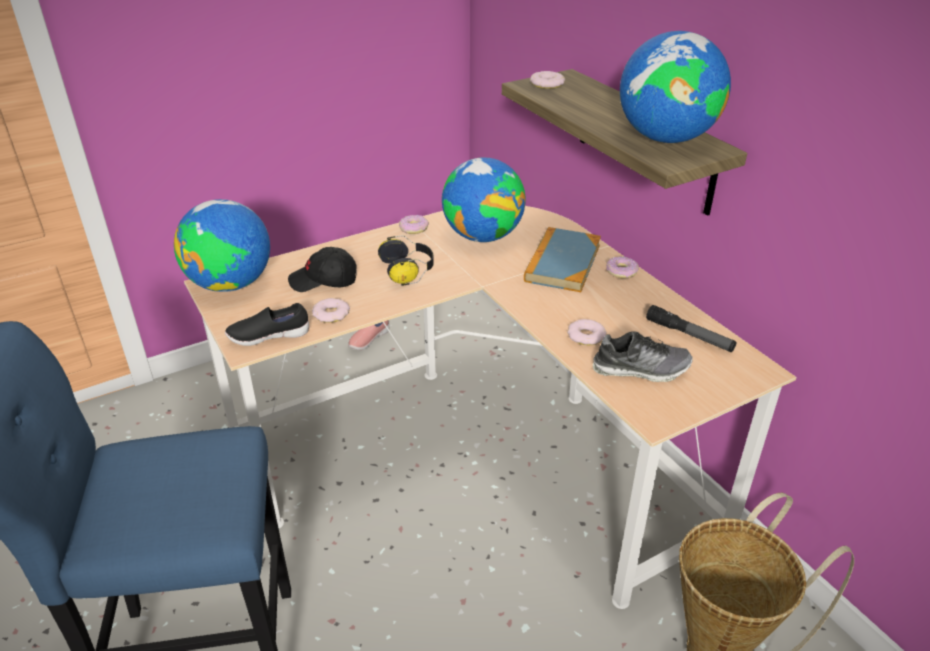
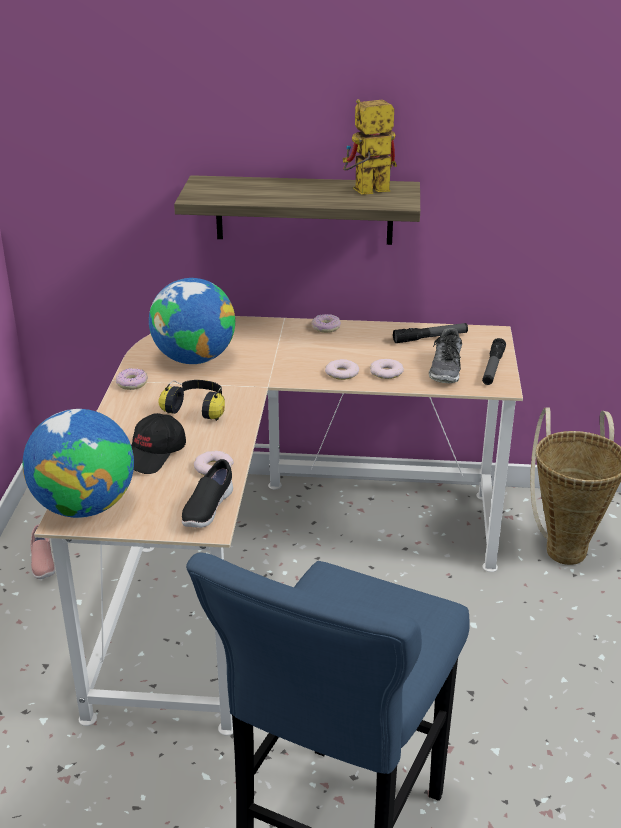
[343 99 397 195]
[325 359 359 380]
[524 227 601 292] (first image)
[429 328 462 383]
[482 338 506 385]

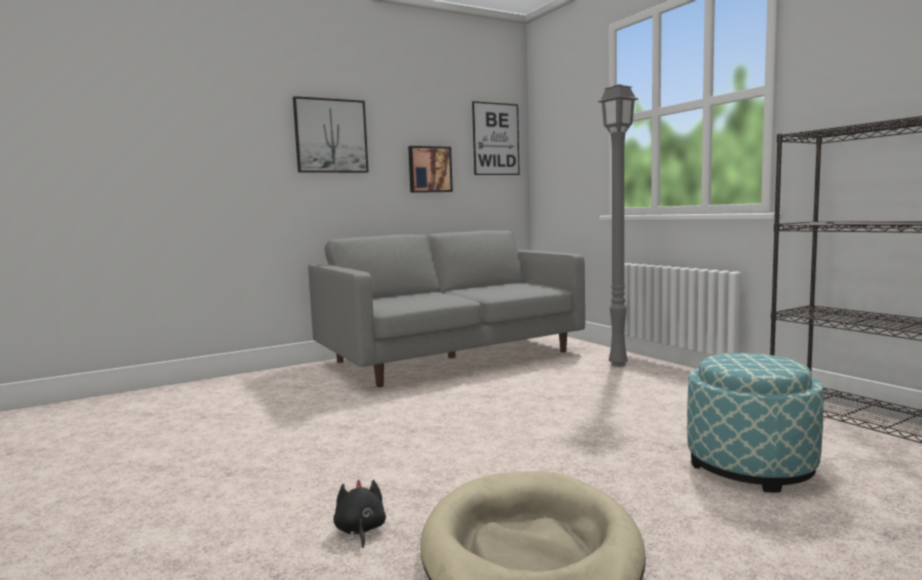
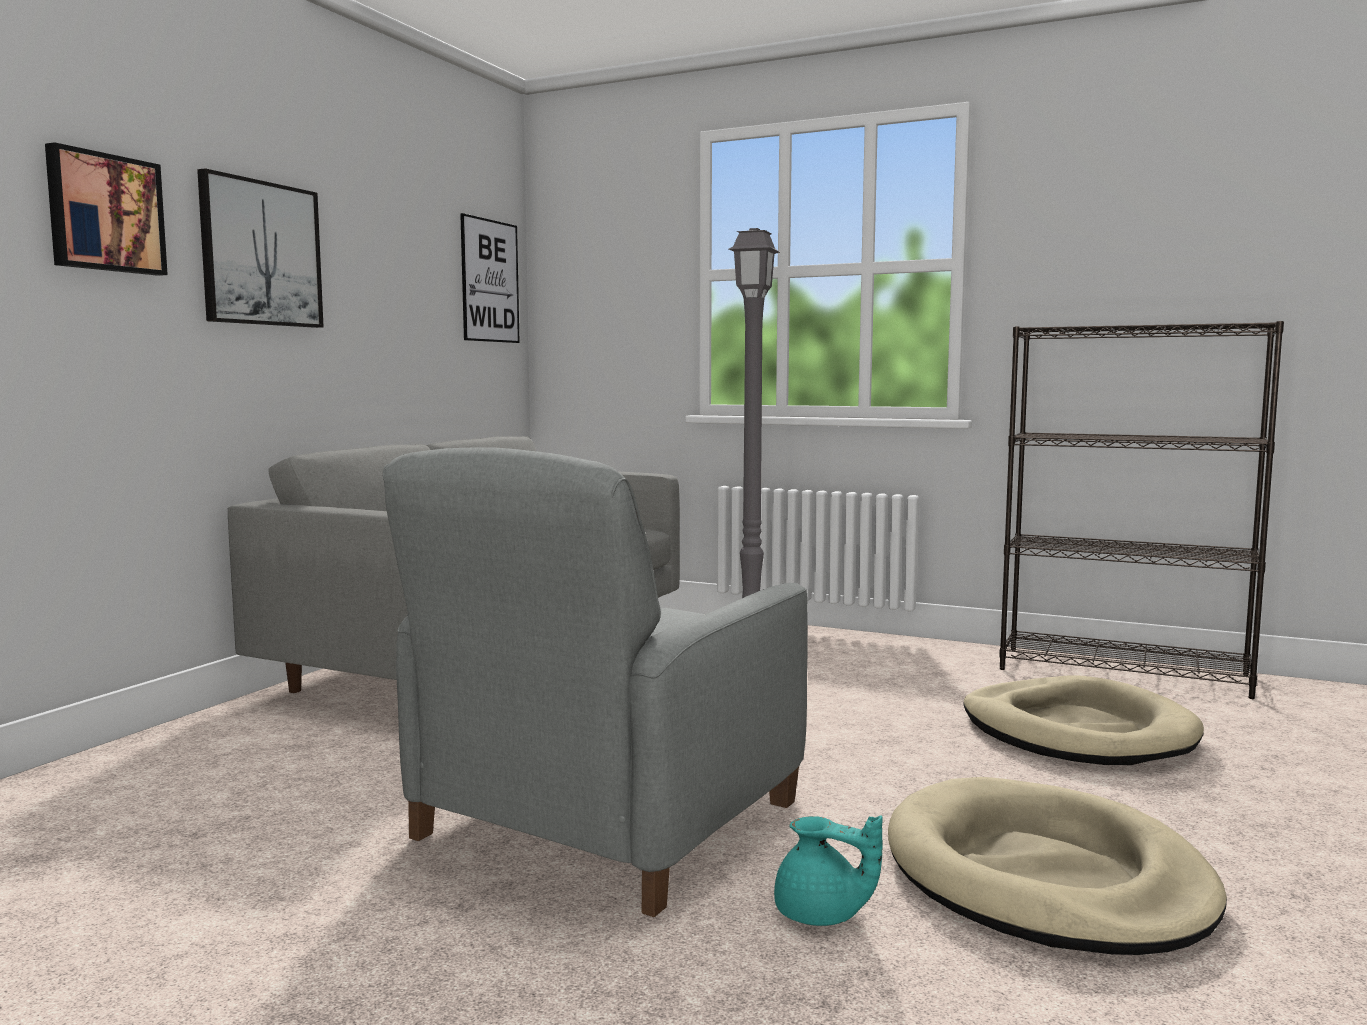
[45 142 168 276]
[963 676 1204 765]
[774 816 883 926]
[383 447 808 917]

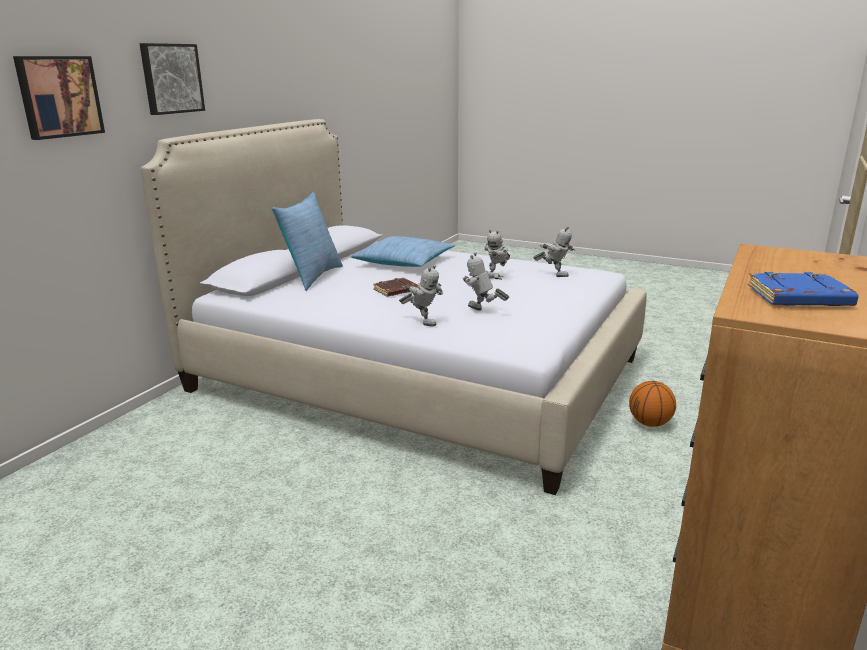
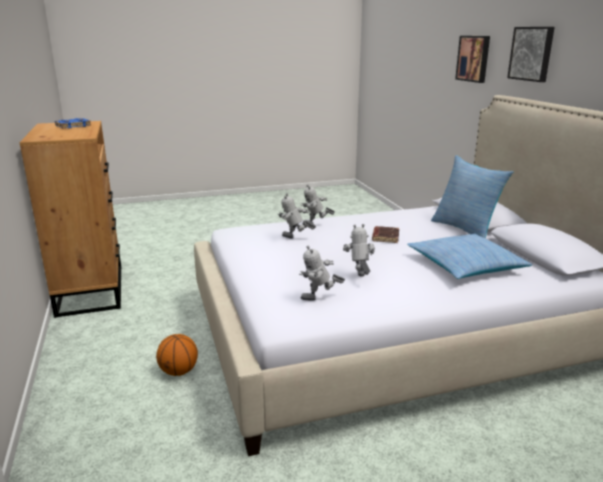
[277 193 316 238]

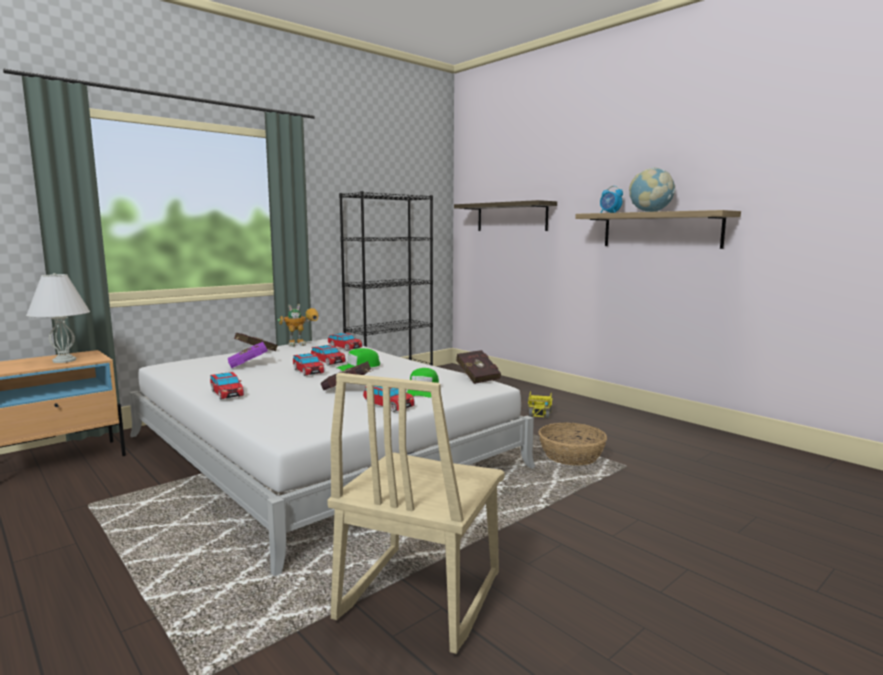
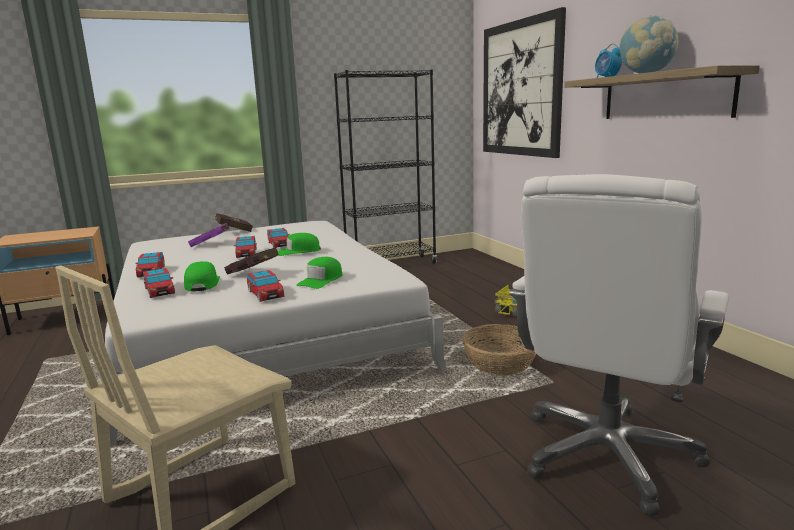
[483 7 566 158]
[26 273 90 363] (first image)
[278 304 319 347] (first image)
[143 268 175 298]
[456 350 501 384] (first image)
[509 174 729 516]
[184 261 220 291]

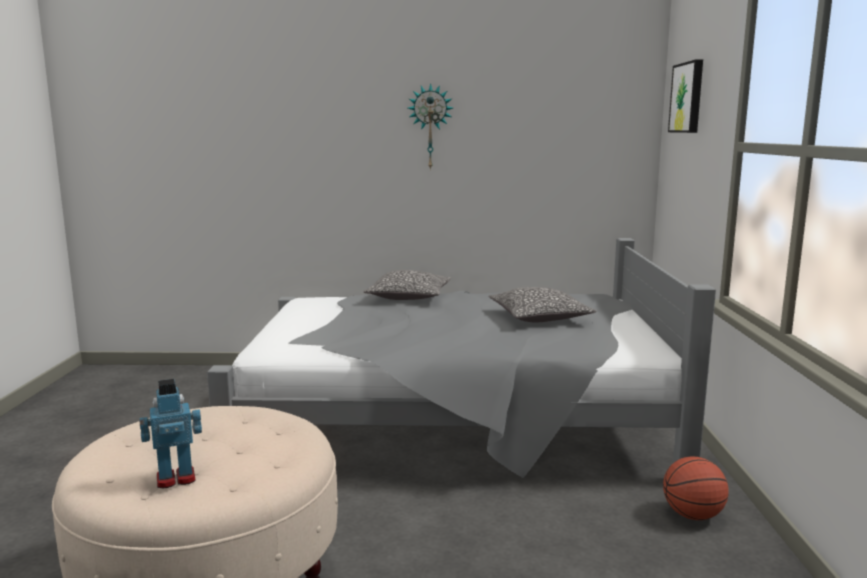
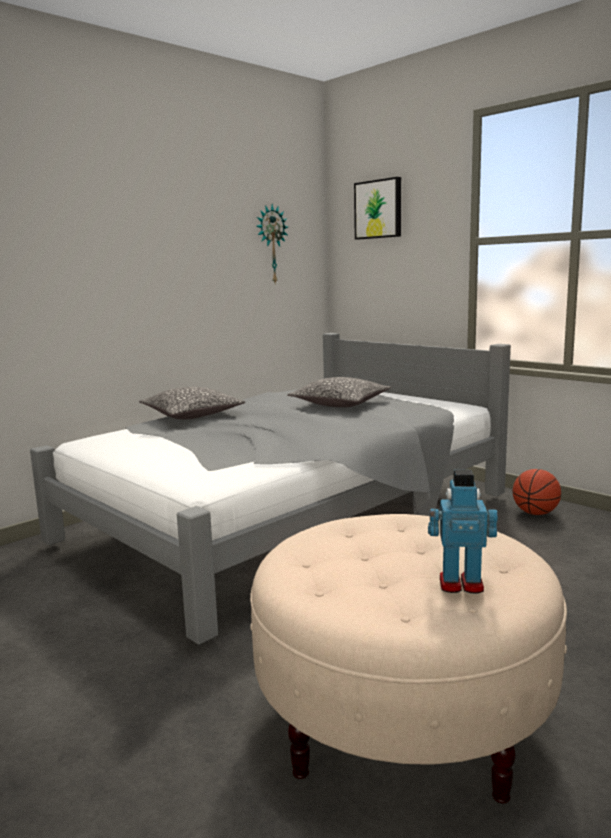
[257 204 288 283]
[428 470 498 594]

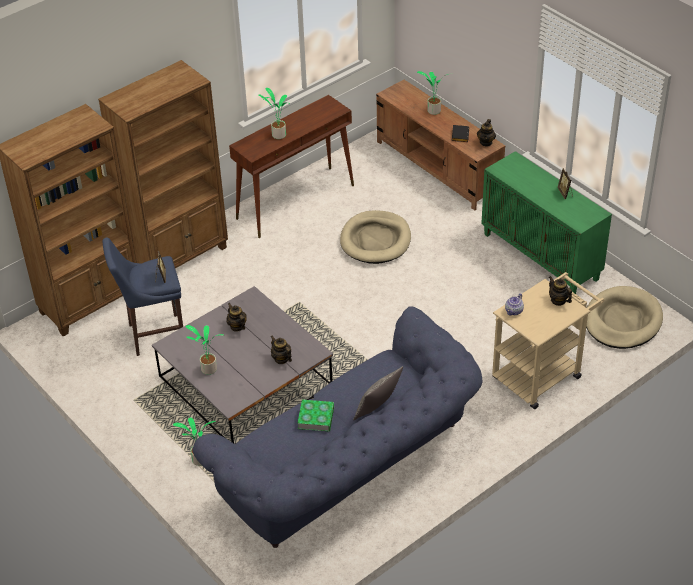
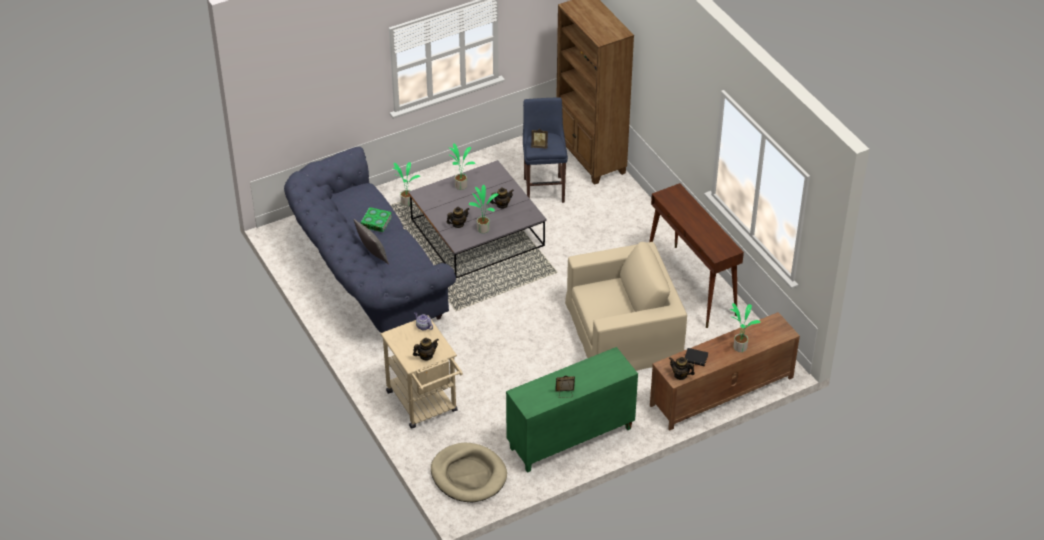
[98 60 228 268] (first image)
[469 185 499 233]
[565 242 687 371]

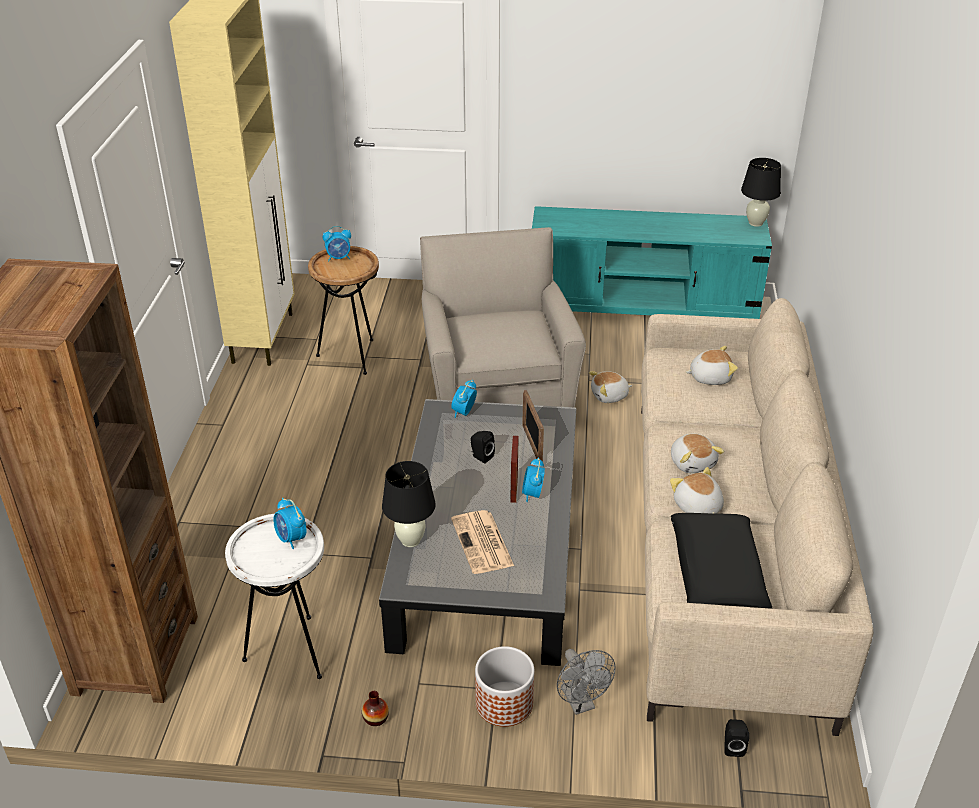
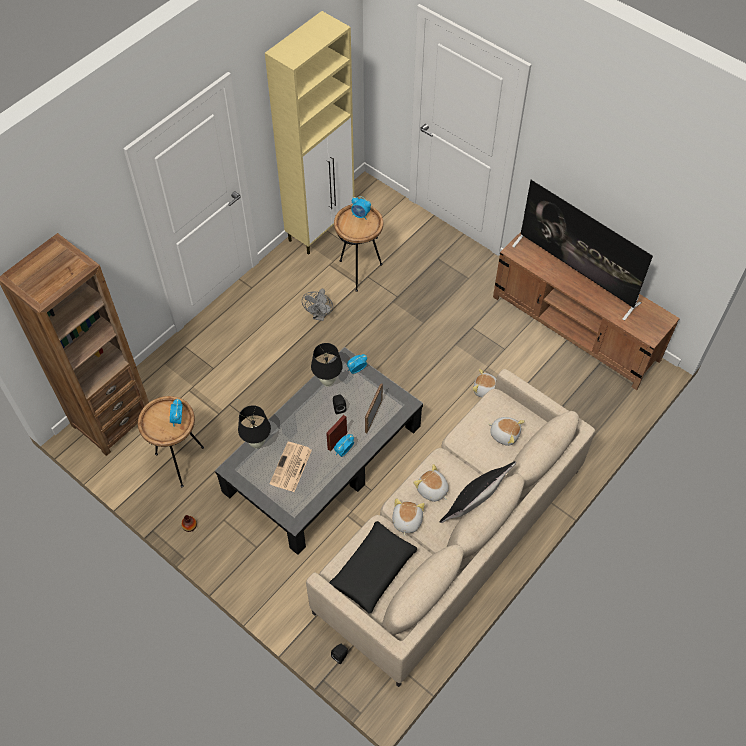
[311 343 343 387]
[493 232 680 390]
[420 227 586 407] (first image)
[413 464 449 502]
[138 396 204 487]
[475 646 534 727] (first image)
[302 289 333 321]
[512 180 653 321]
[440 461 516 523]

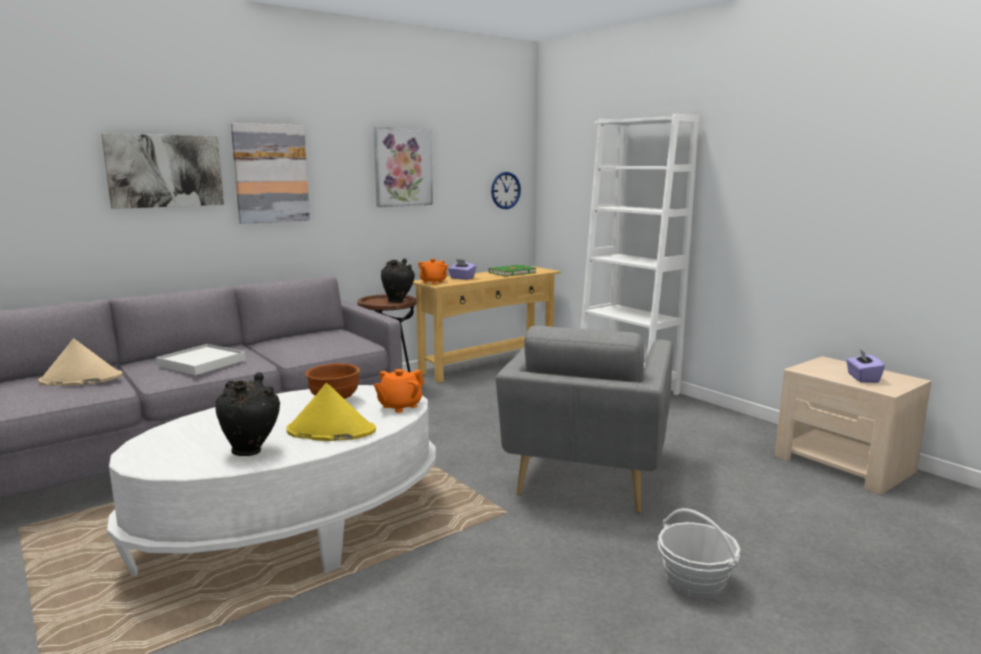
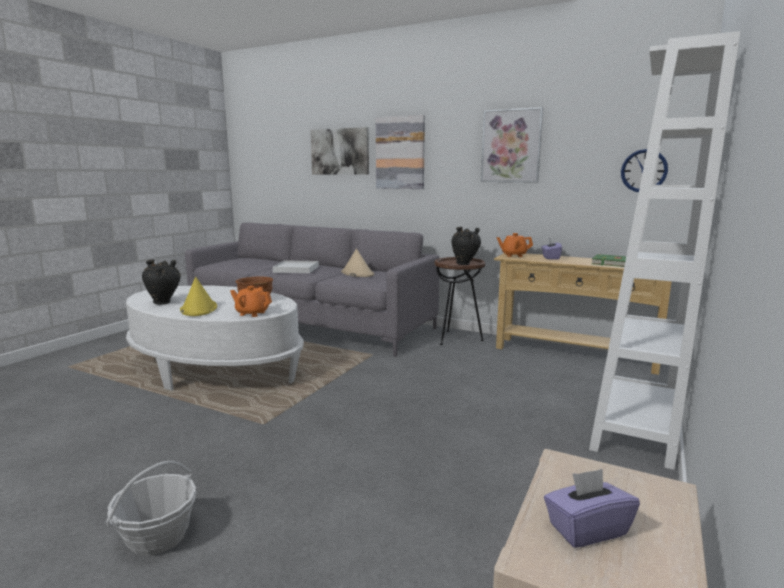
[496 326 673 513] (first image)
[341 249 374 277]

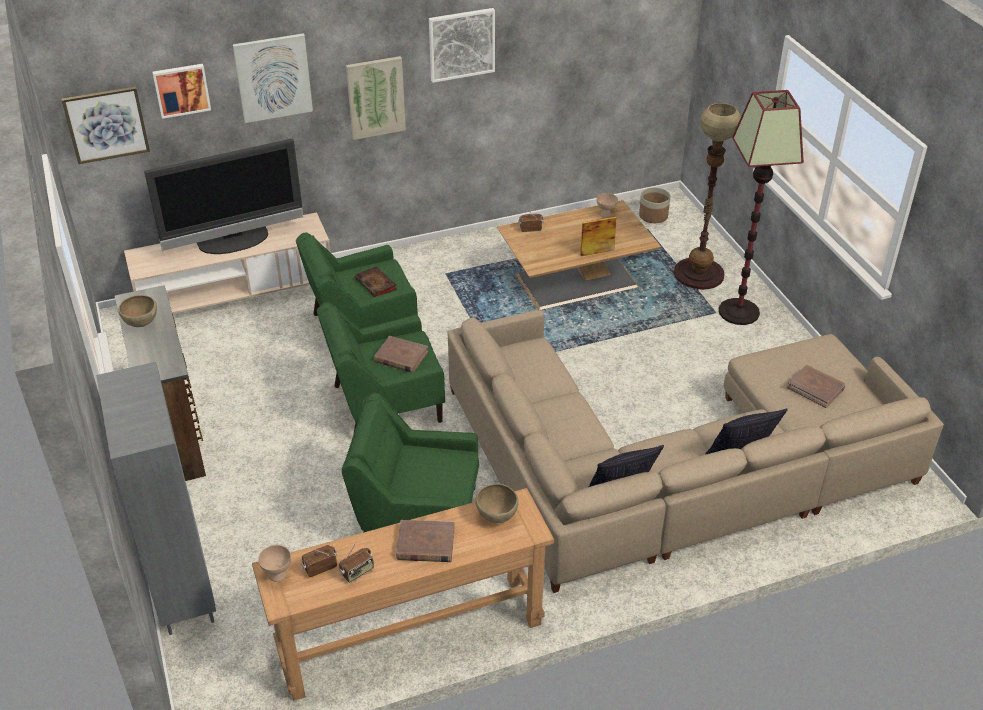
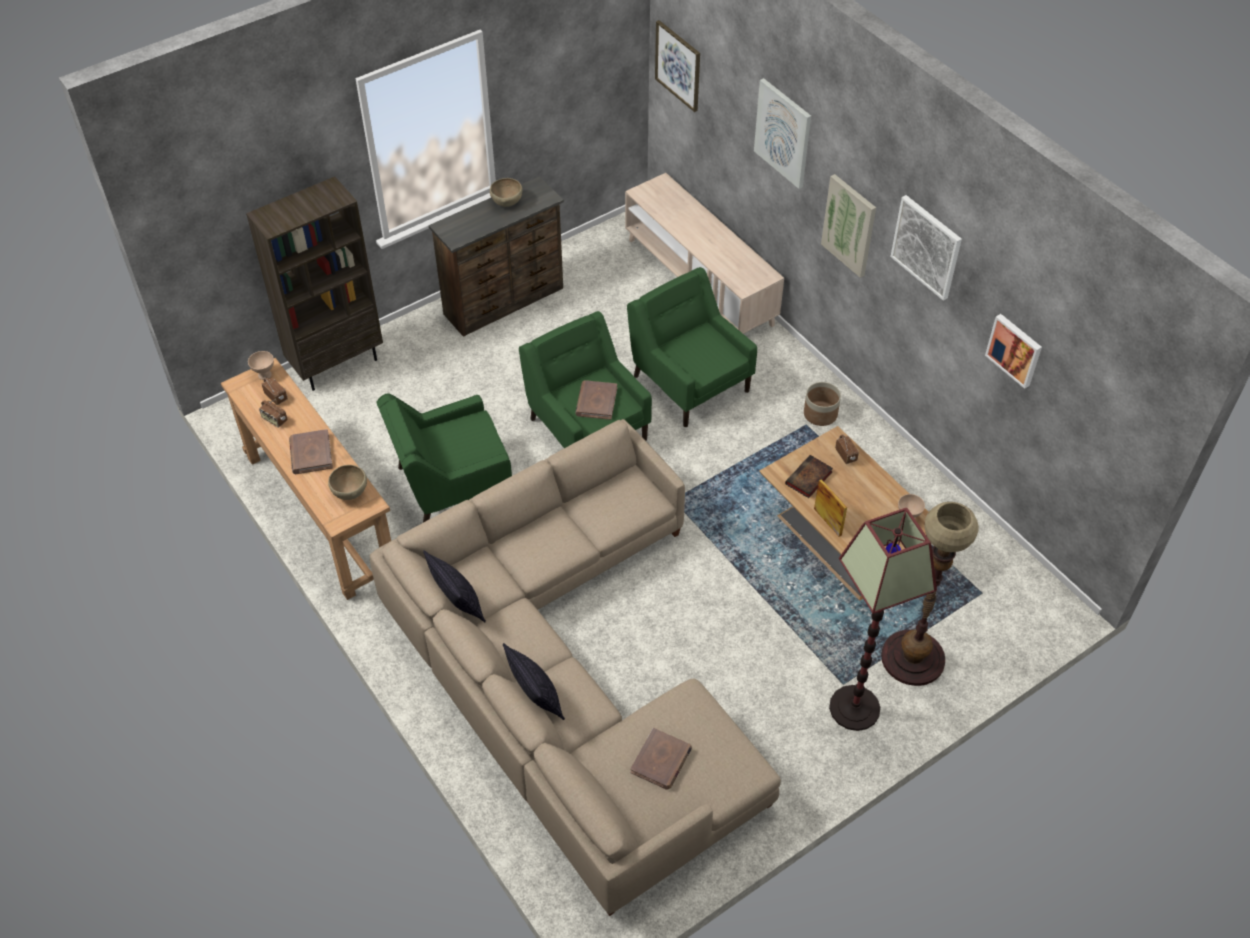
[985 314 1042 389]
[144 138 303 254] (first image)
[804 382 841 426]
[785 455 833 498]
[246 177 383 391]
[376 394 512 523]

